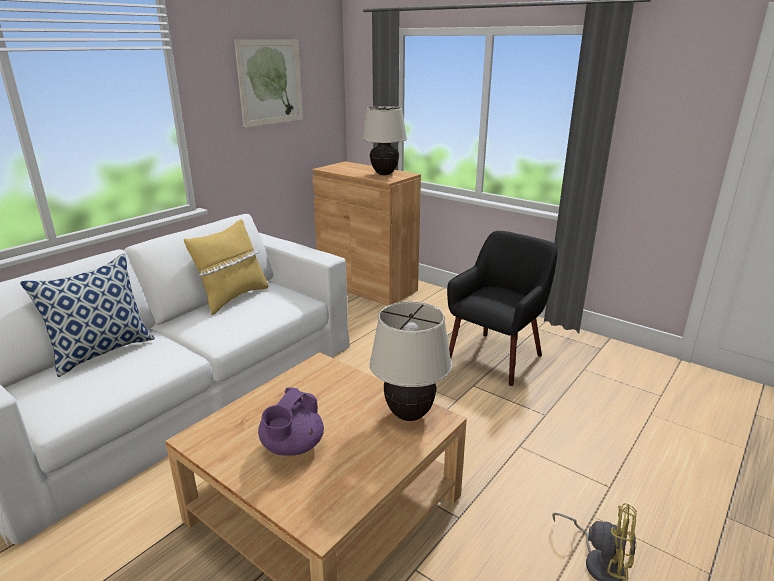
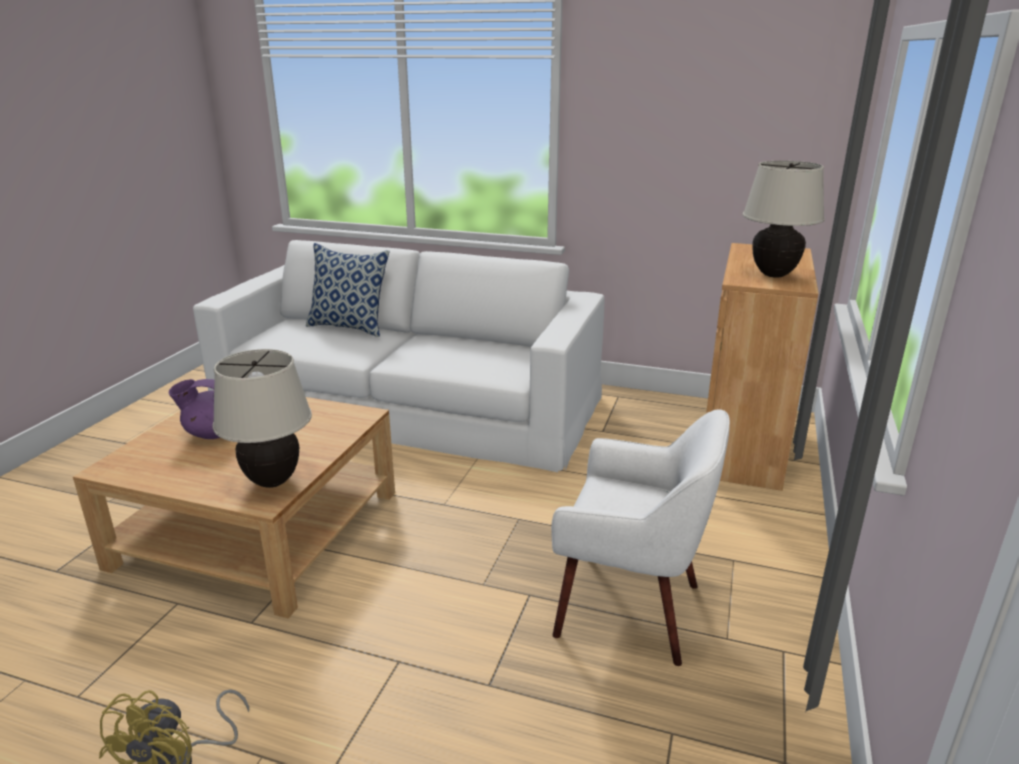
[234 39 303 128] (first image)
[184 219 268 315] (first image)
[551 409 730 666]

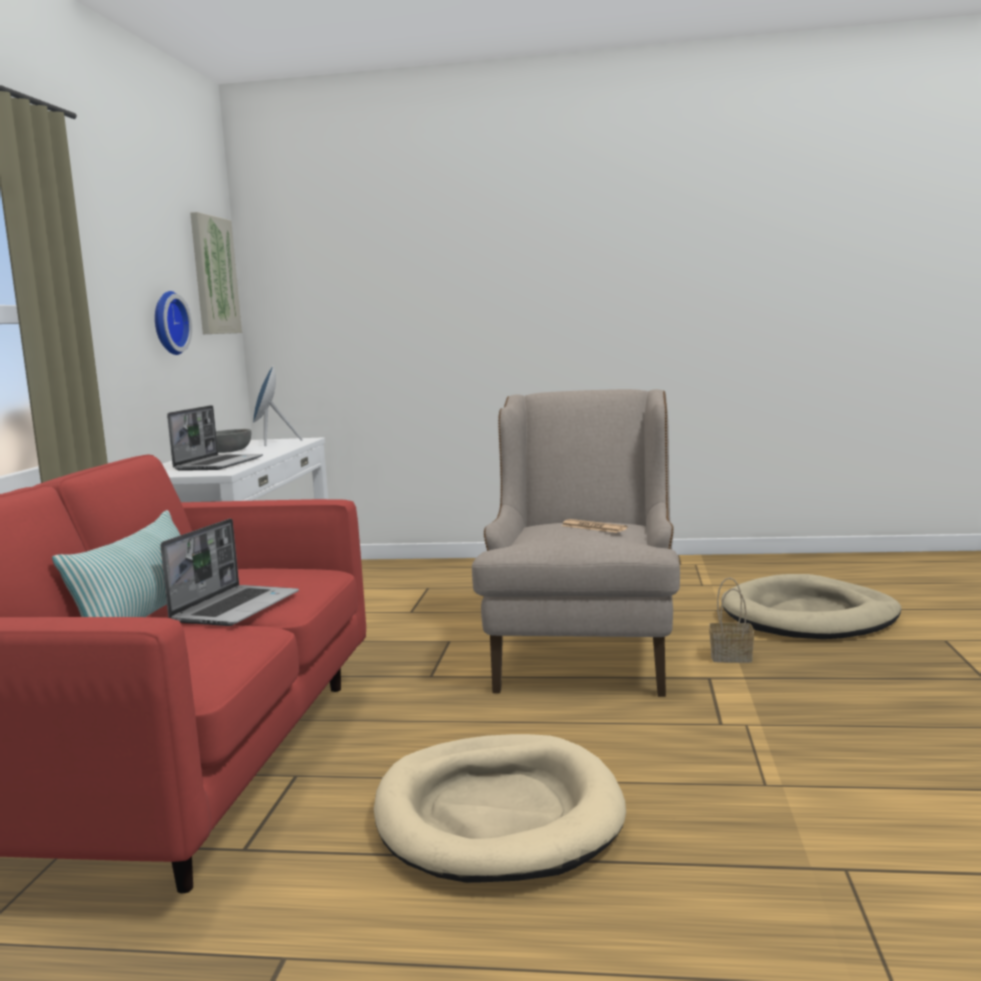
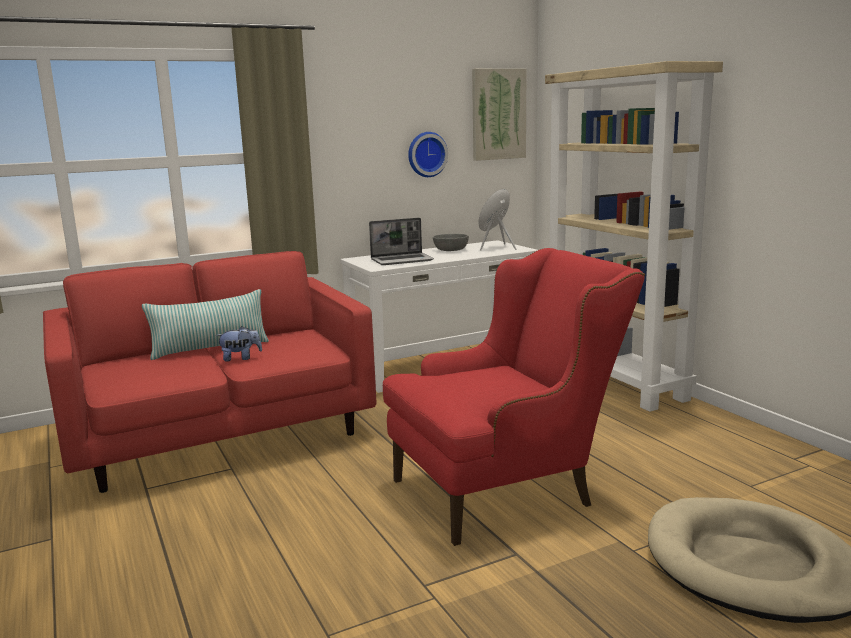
[383 248 645 546]
[216 326 262 362]
[561 519 628 533] (first image)
[709 578 754 663] (first image)
[374 734 626 883] (first image)
[545 61 723 412]

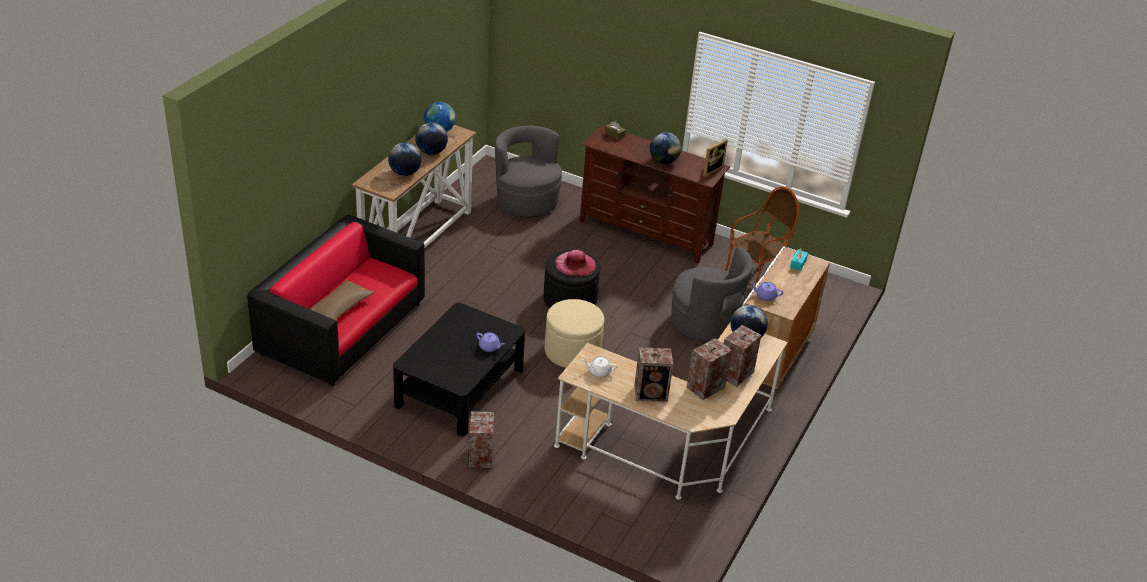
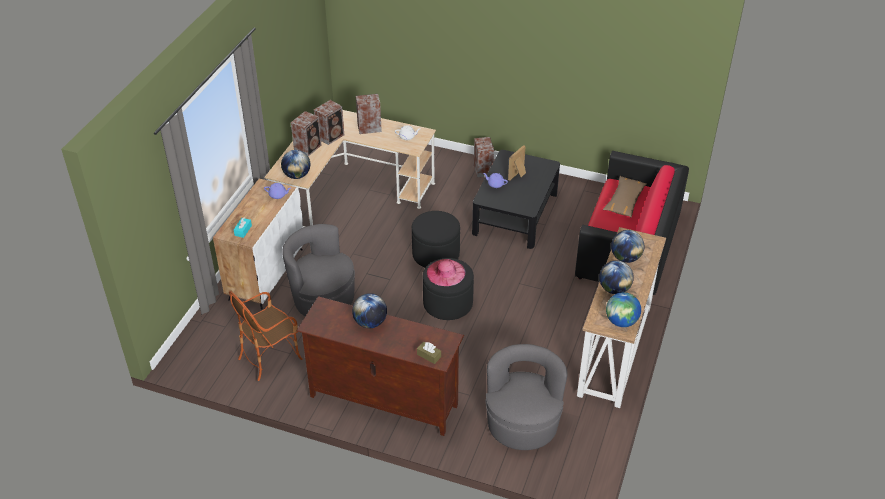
[486 344 568 450]
[508 145 526 181]
[412 211 460 268]

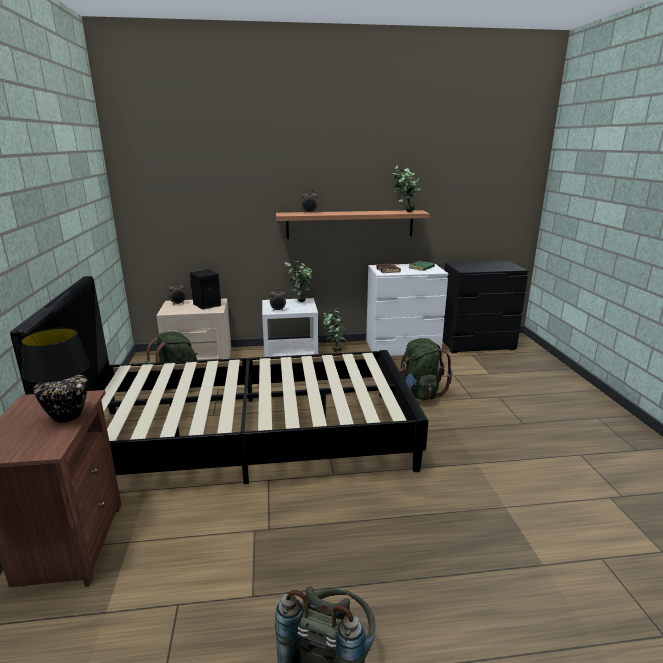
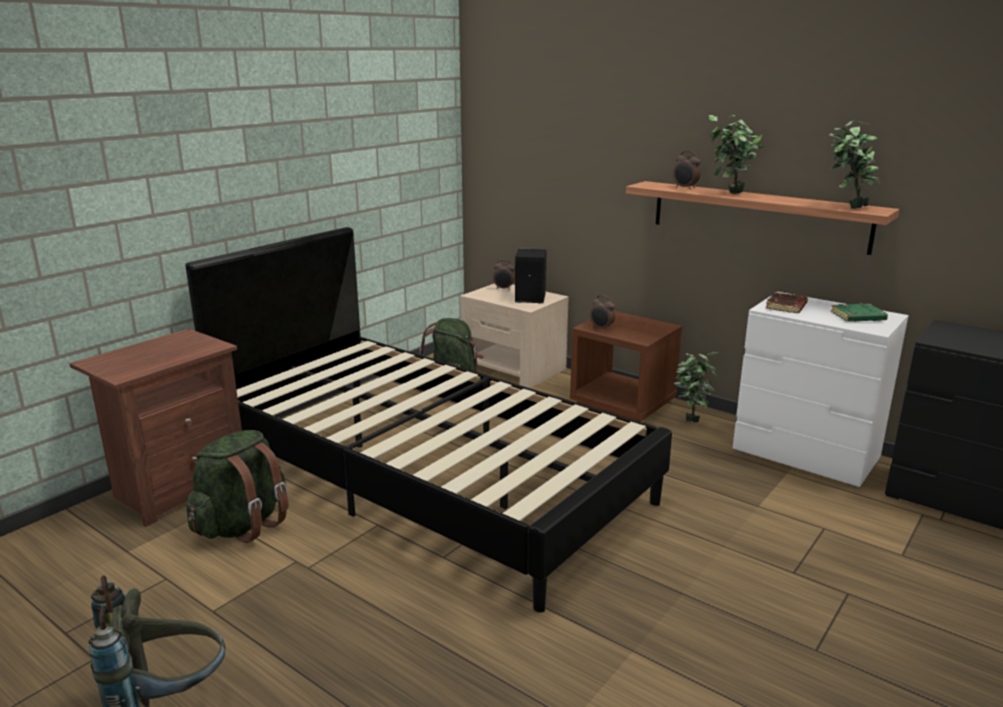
[709 115 765 194]
[570 311 682 422]
[21 328 90 423] (first image)
[186 430 289 543]

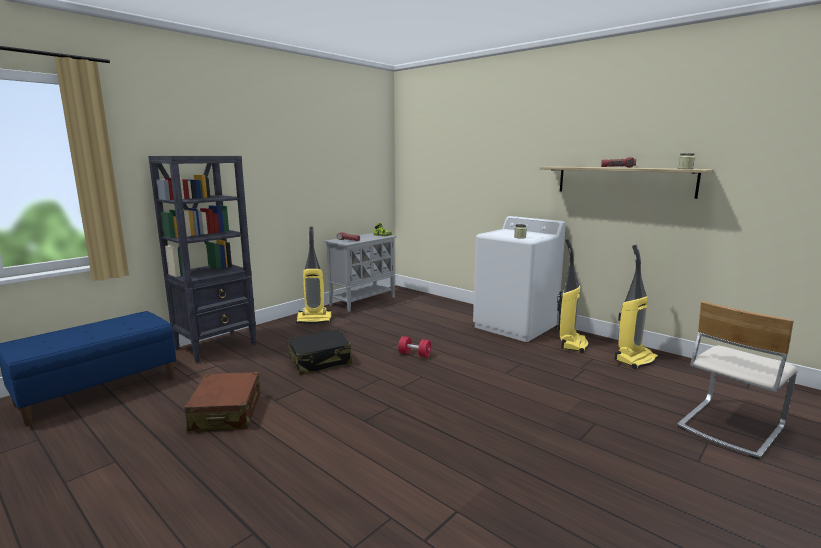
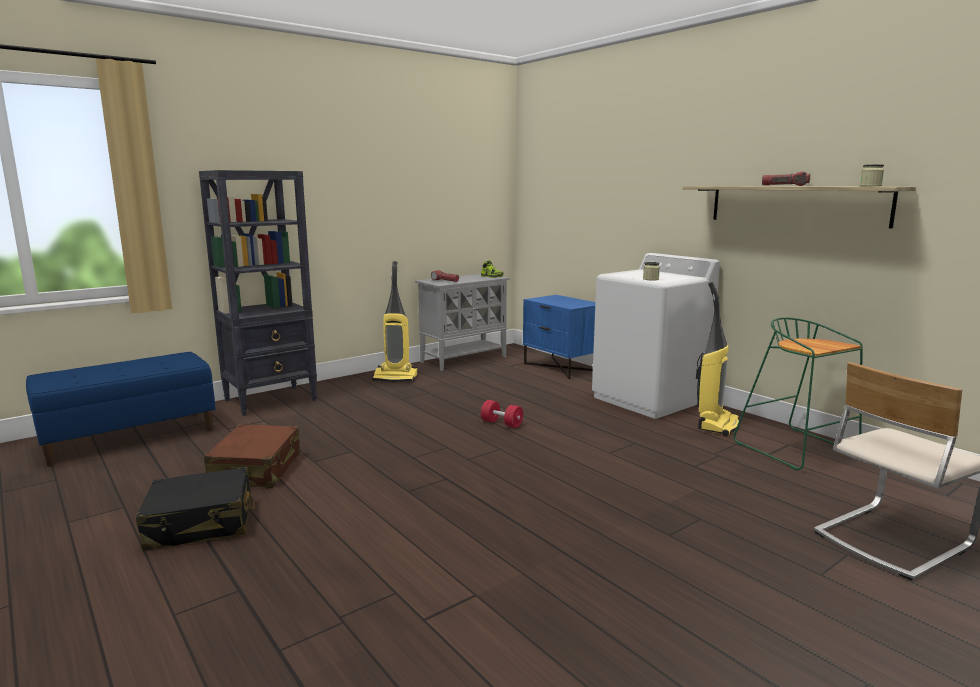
[733 317 863 470]
[136 467 254 551]
[523 295 595 379]

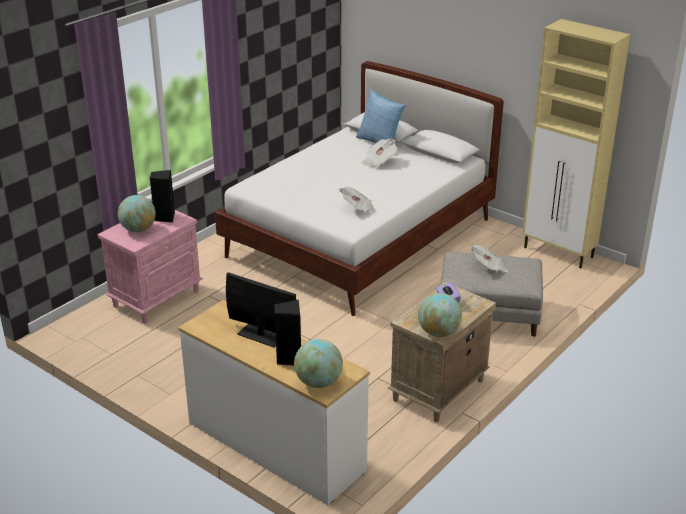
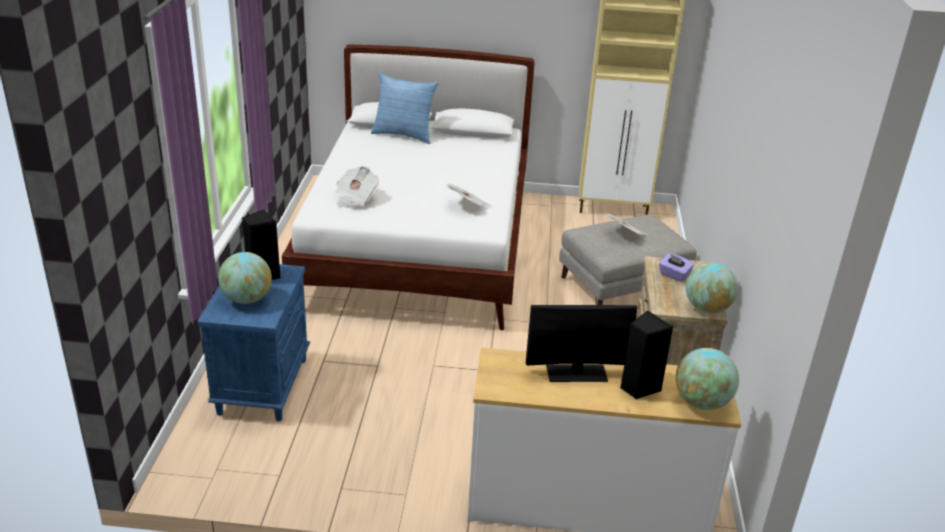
[336 166 379 207]
[198 264 310 421]

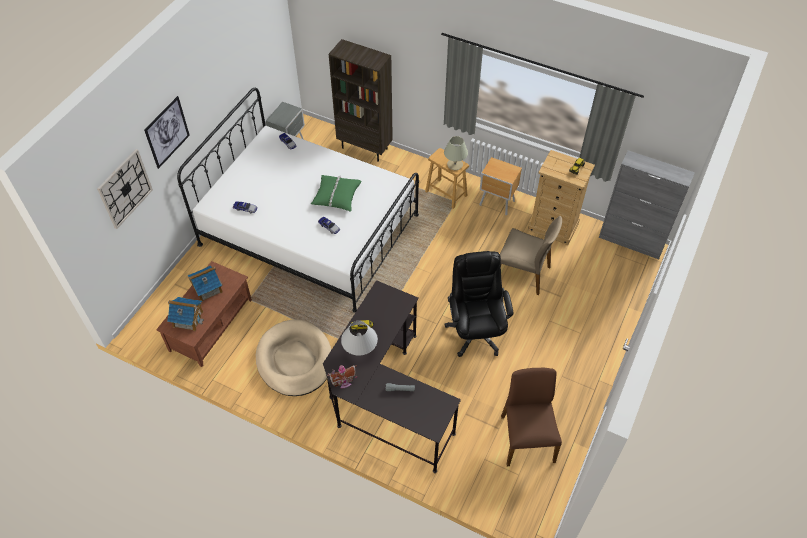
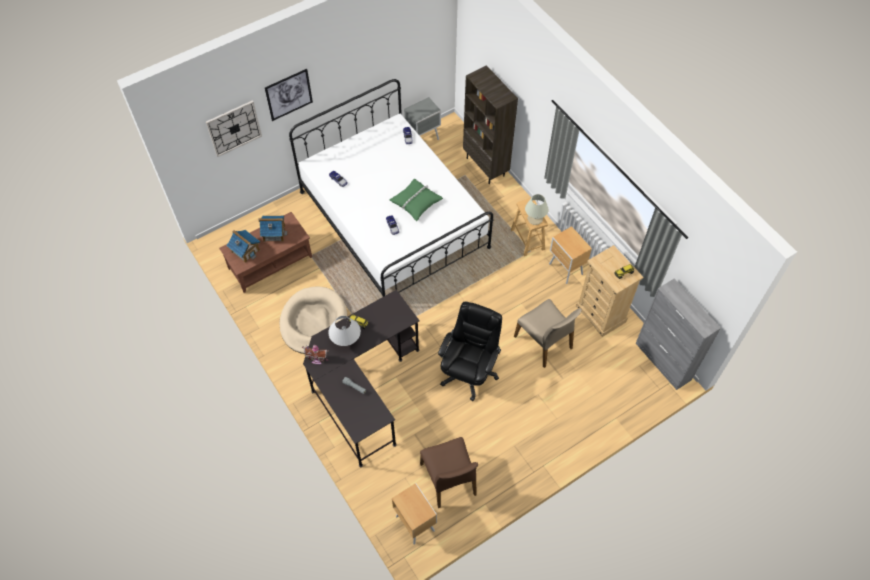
[420 437 478 508]
[392 483 437 544]

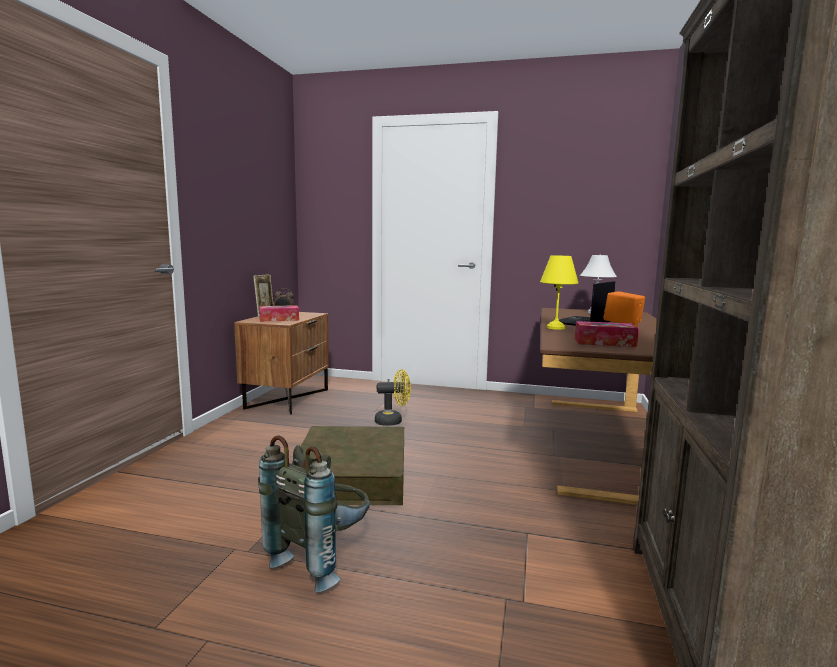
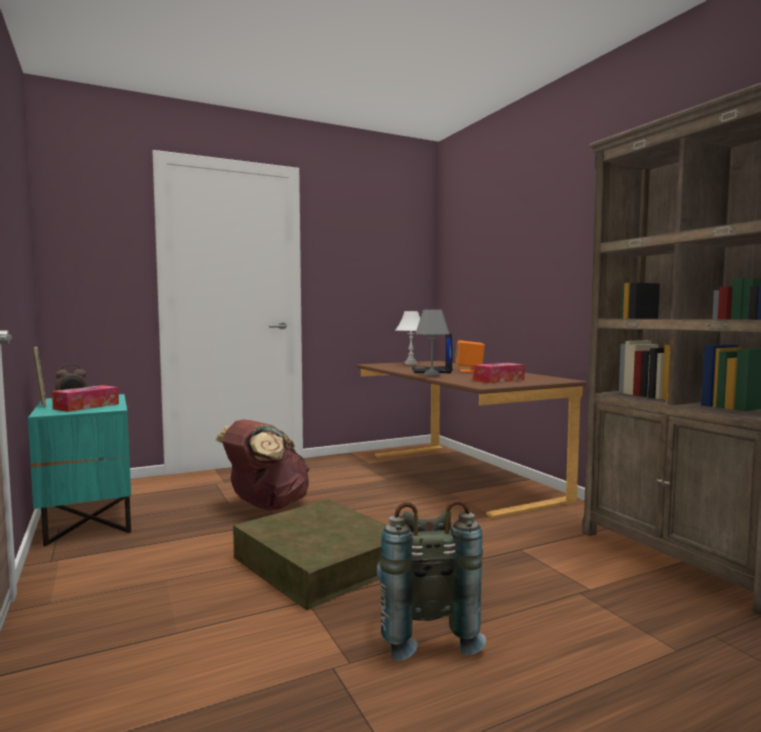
[415 310 449 377]
[28 394 131 546]
[216 419 310 510]

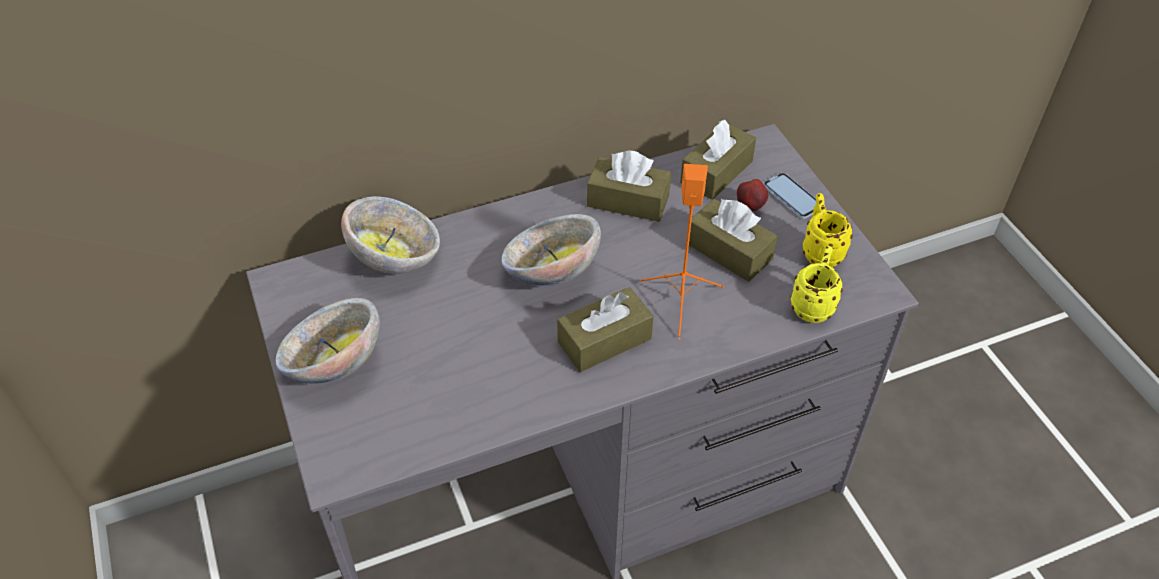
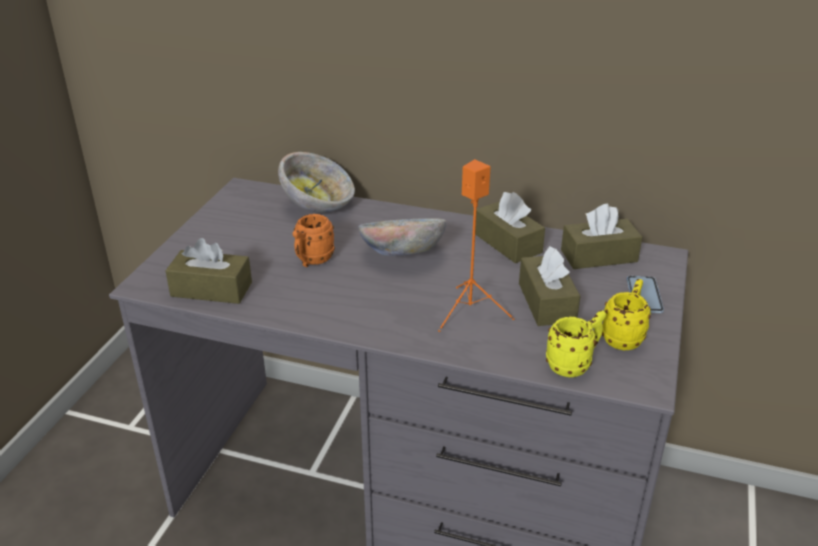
[737 179 768 211] (first image)
[165 238 252 304]
[276 298 380 384] (first image)
[293 214 335 267]

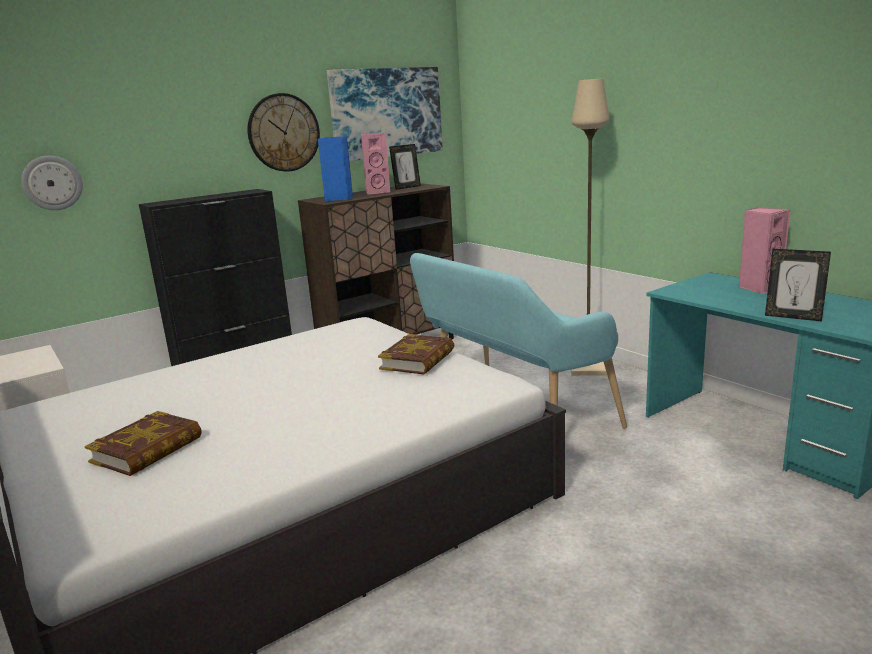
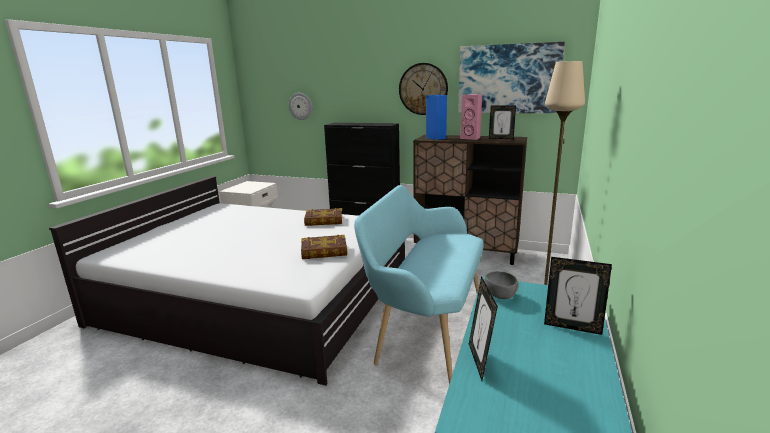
[544 257 612 335]
[304 208 342 226]
[484 271 519 299]

